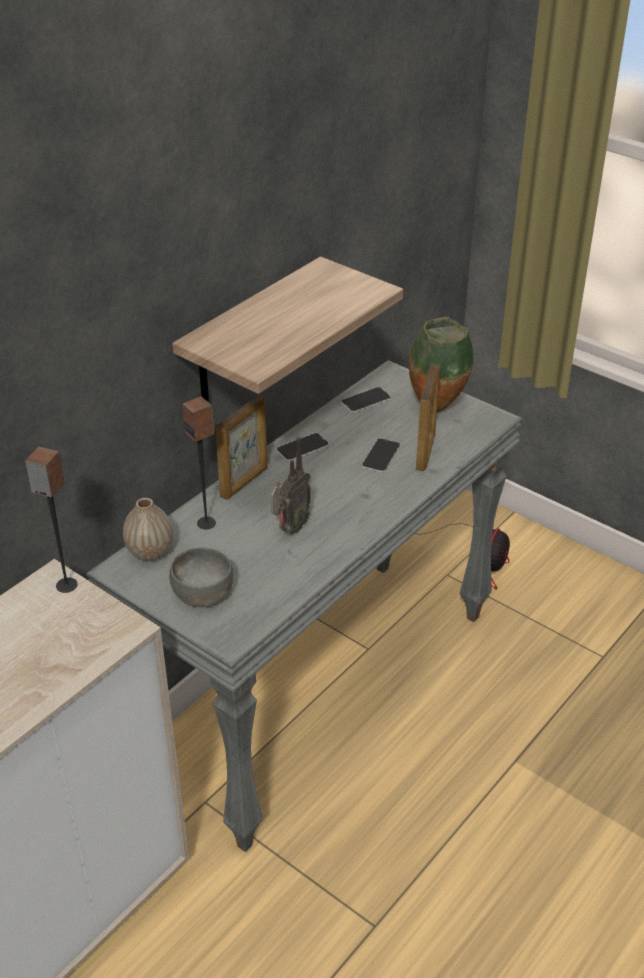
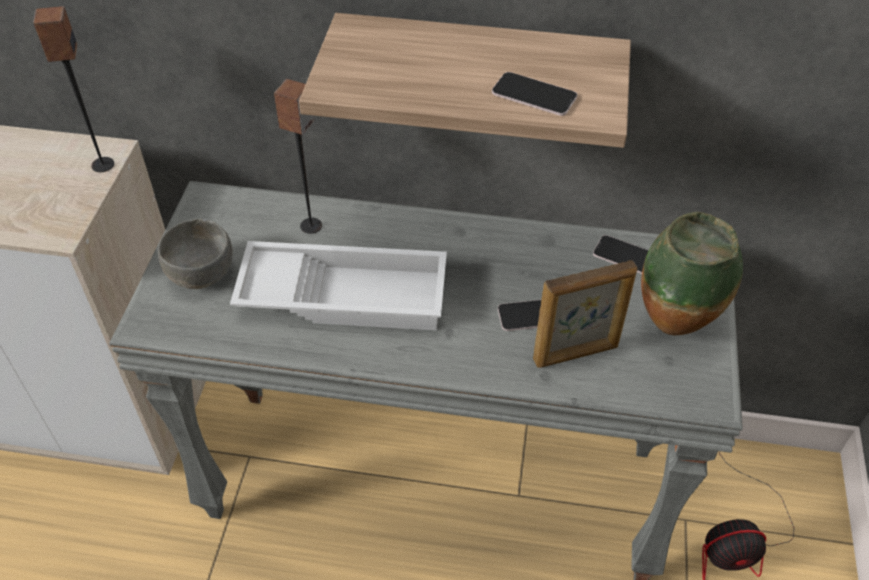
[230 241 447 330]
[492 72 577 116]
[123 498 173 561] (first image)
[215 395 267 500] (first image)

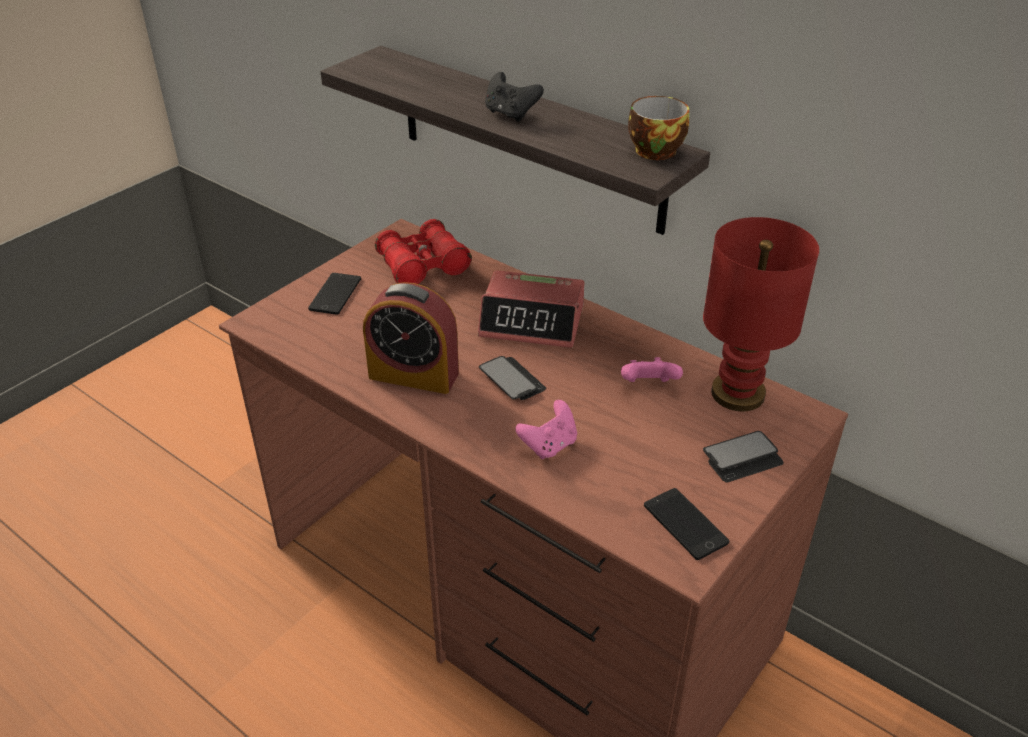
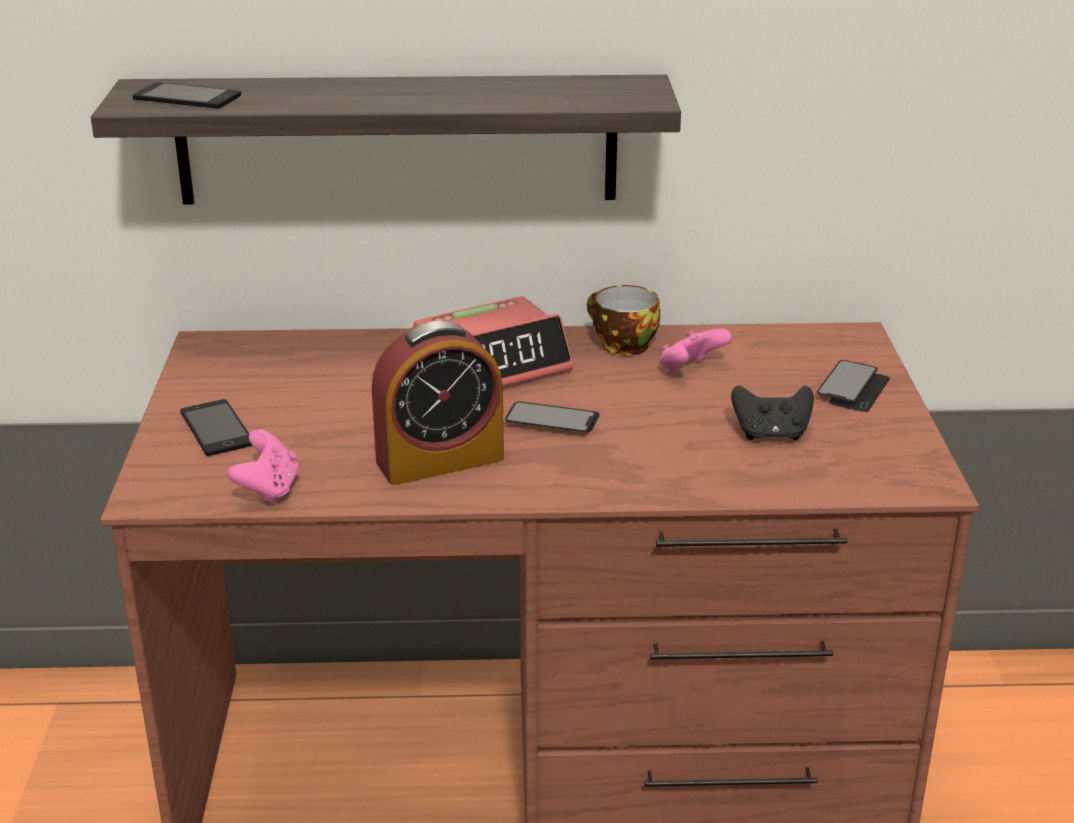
[132 82 241 109]
[227 429 299 504]
[587 285 660 356]
[731 385 814 440]
[375 219 472 284] (first image)
[703 217 819 411] (first image)

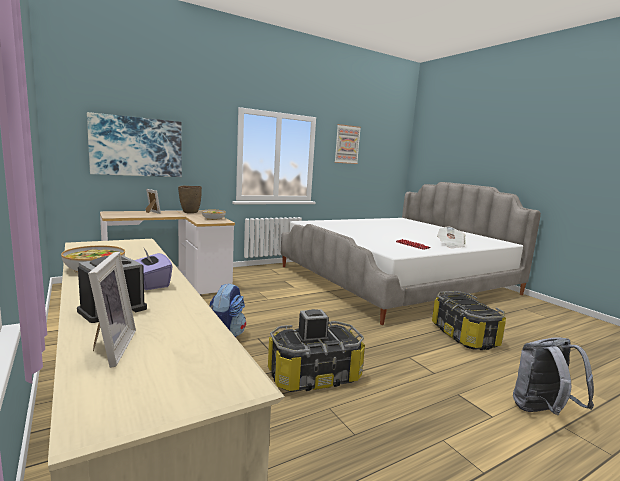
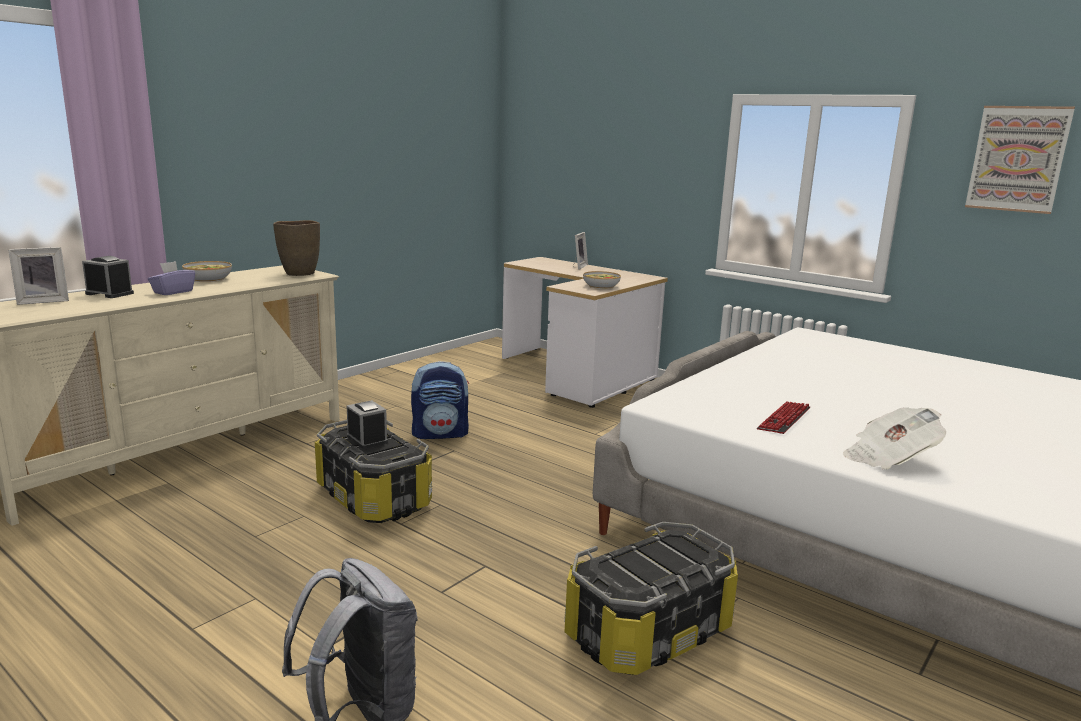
[273 220 320 276]
[87 112 182 177] (first image)

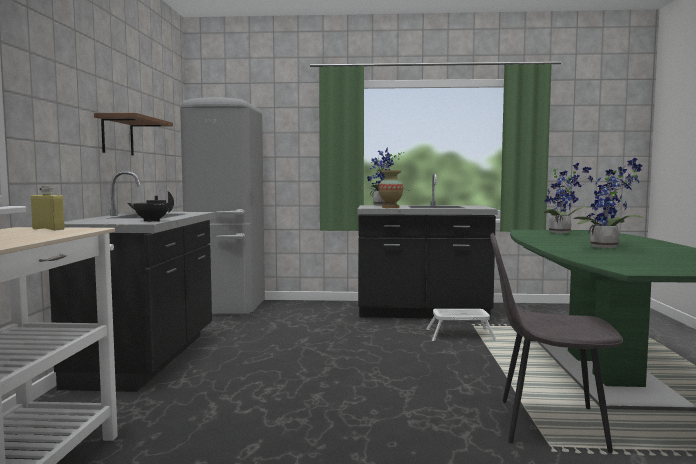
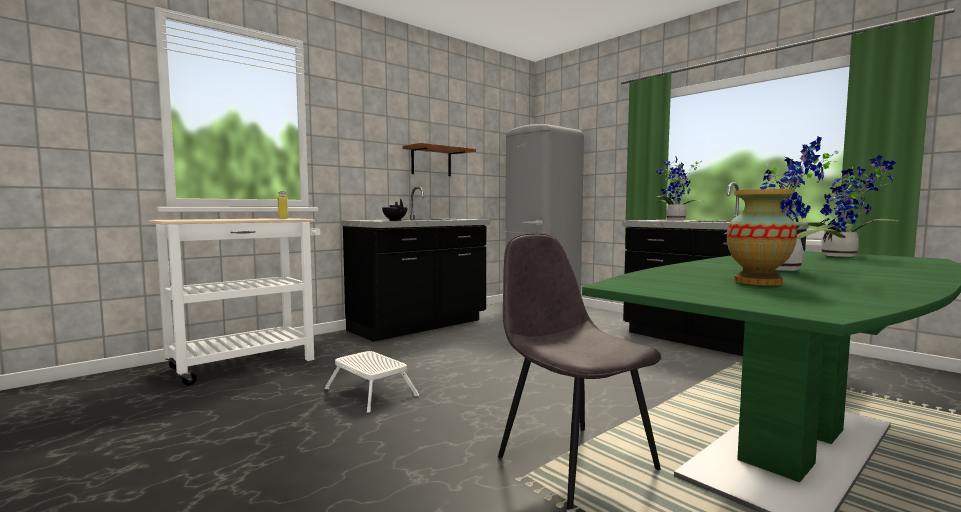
[324 351 419 413]
[727 189 797 285]

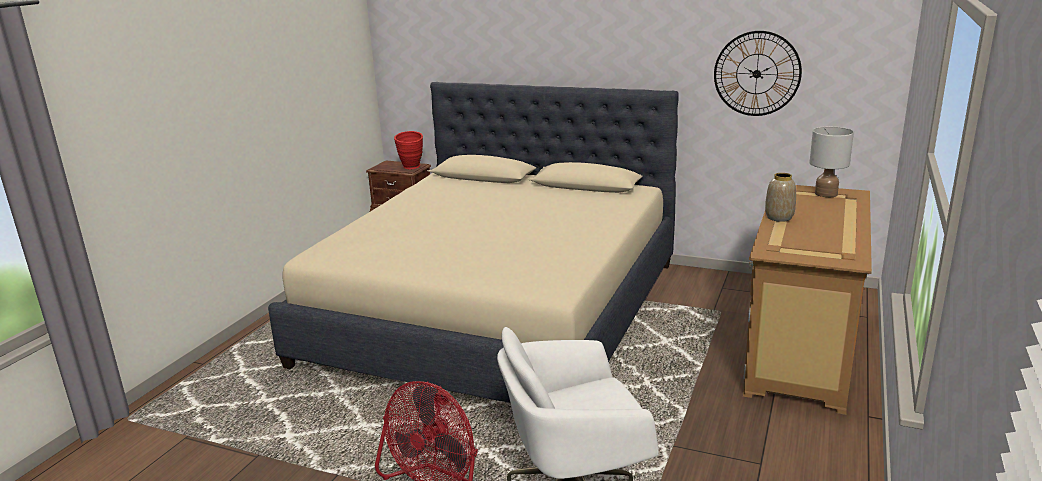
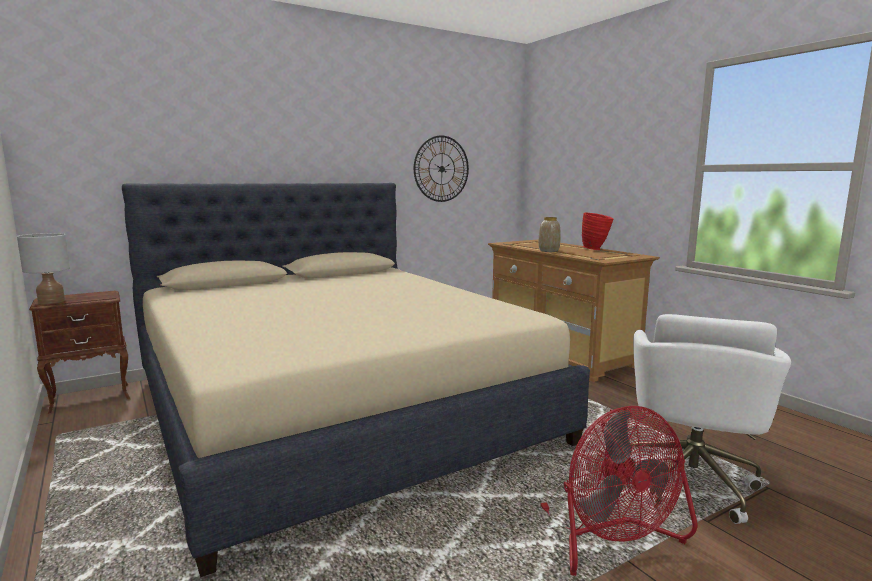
[17 233 70 304]
[582 212 613 250]

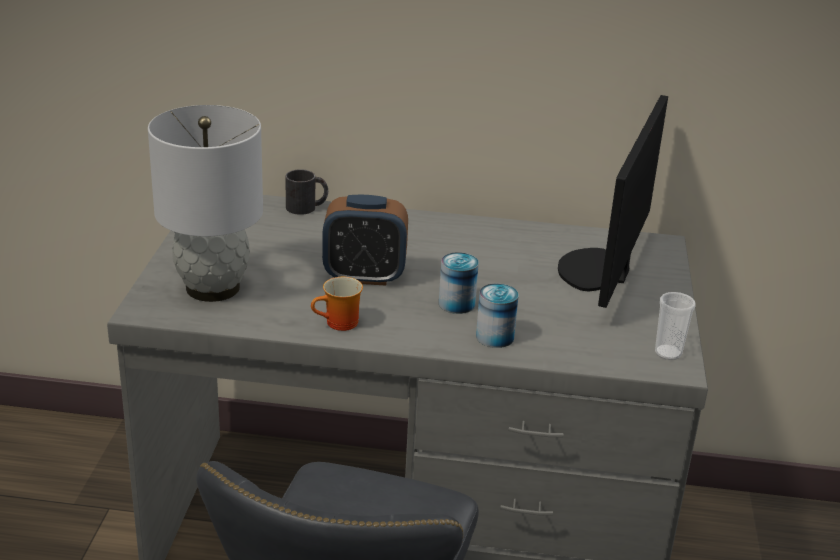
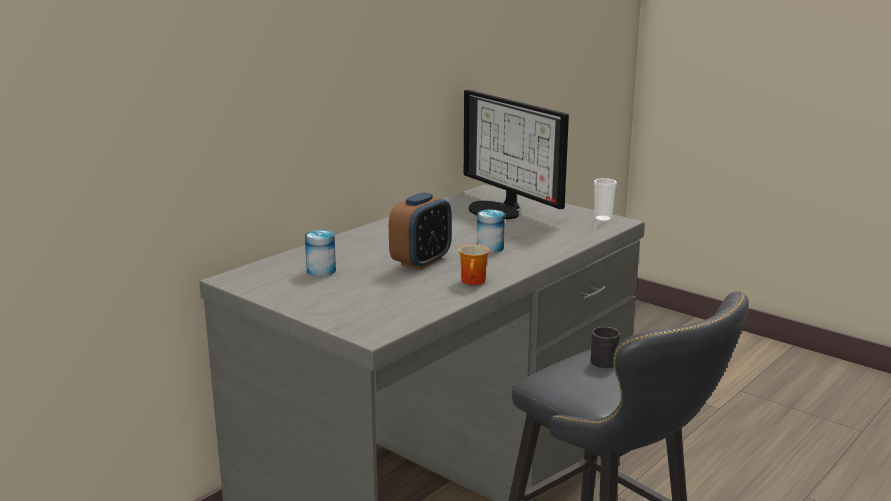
[305 230 336 276]
[590 327 620 368]
[148 105 263 302] (first image)

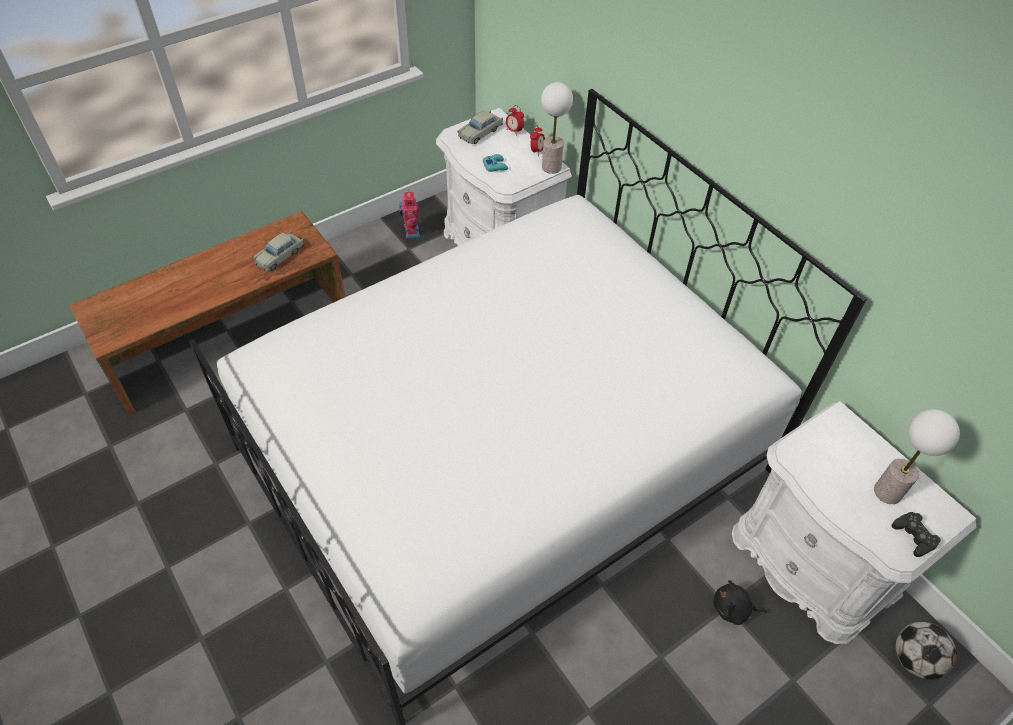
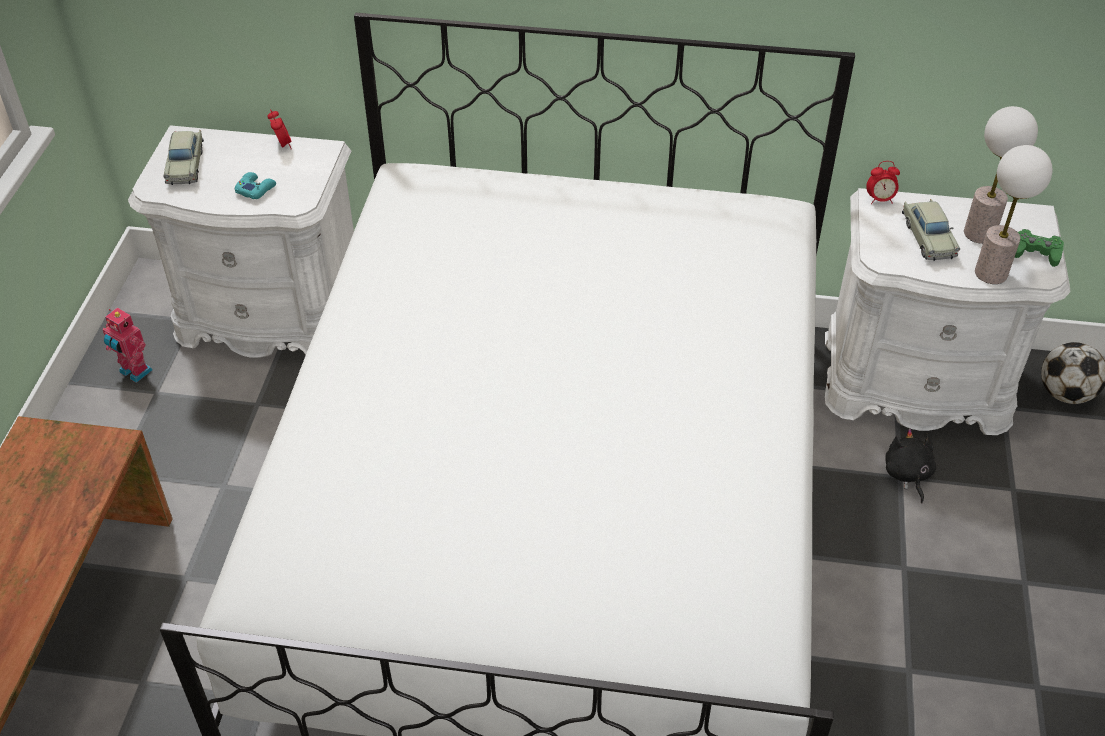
[866 161 900 205]
[885 429 936 503]
[902 199 960 261]
[975 145 1053 284]
[1014 229 1064 267]

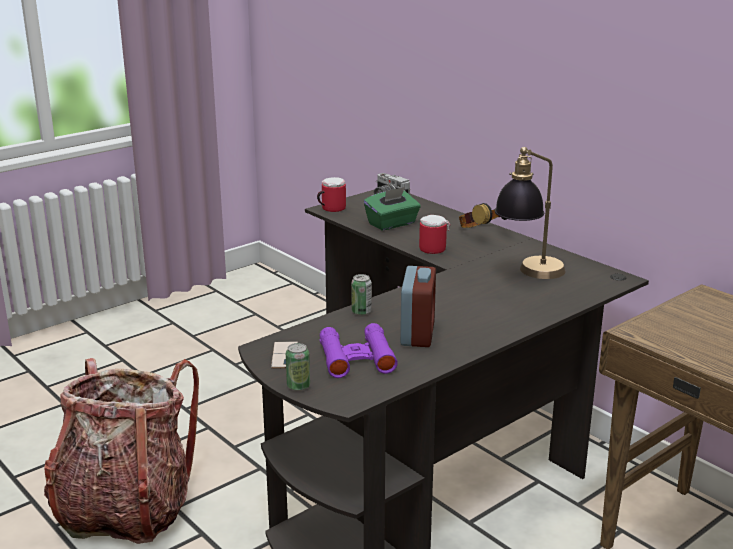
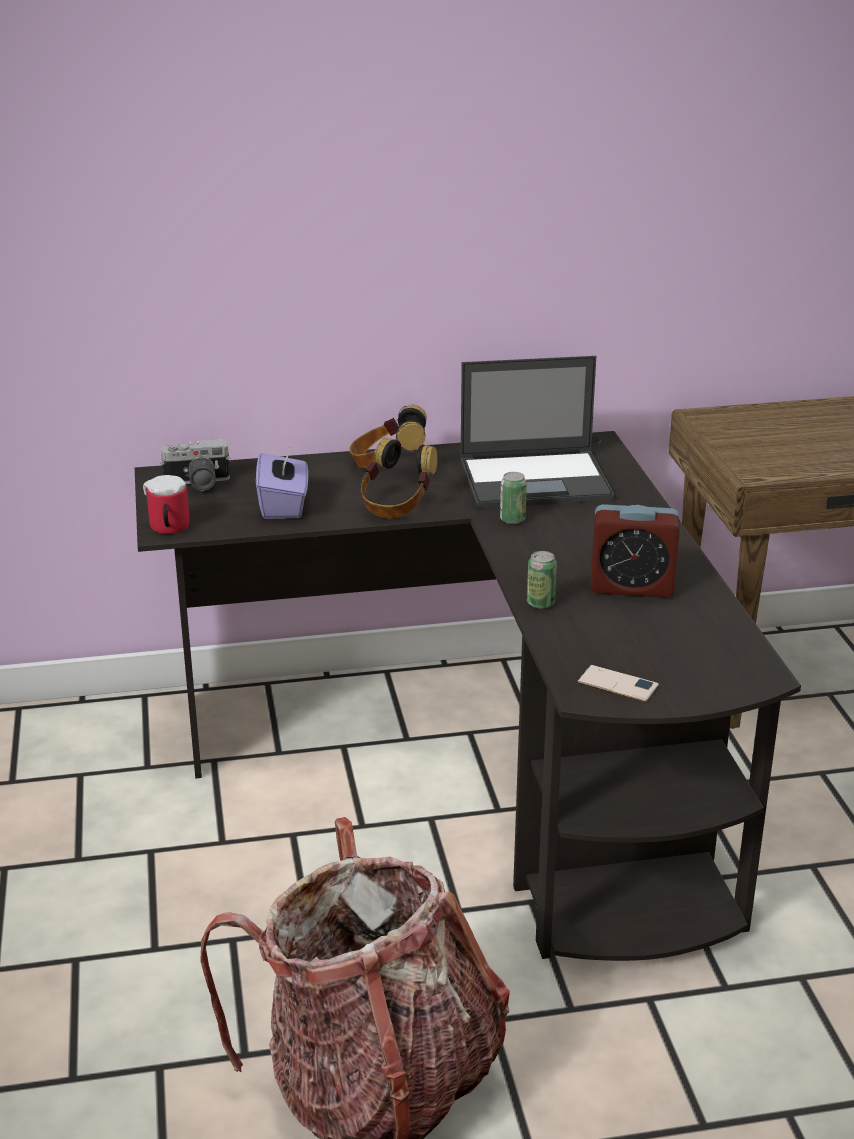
[256 445 308 519]
[361 438 437 519]
[460 356 615 509]
[500 472 527 524]
[590 504 680 598]
[320 323 398 378] (first image)

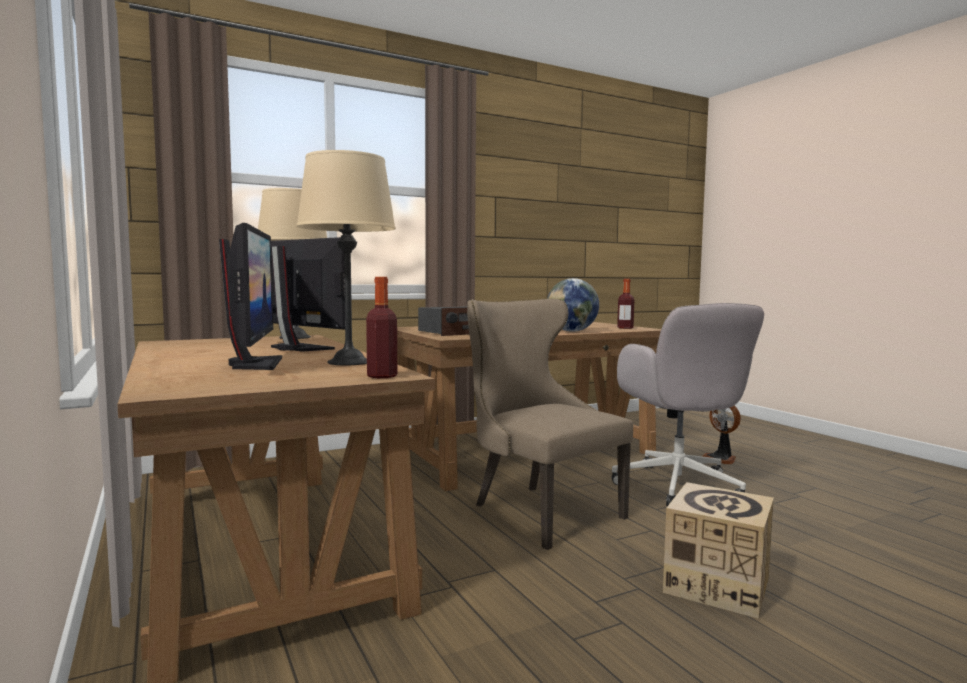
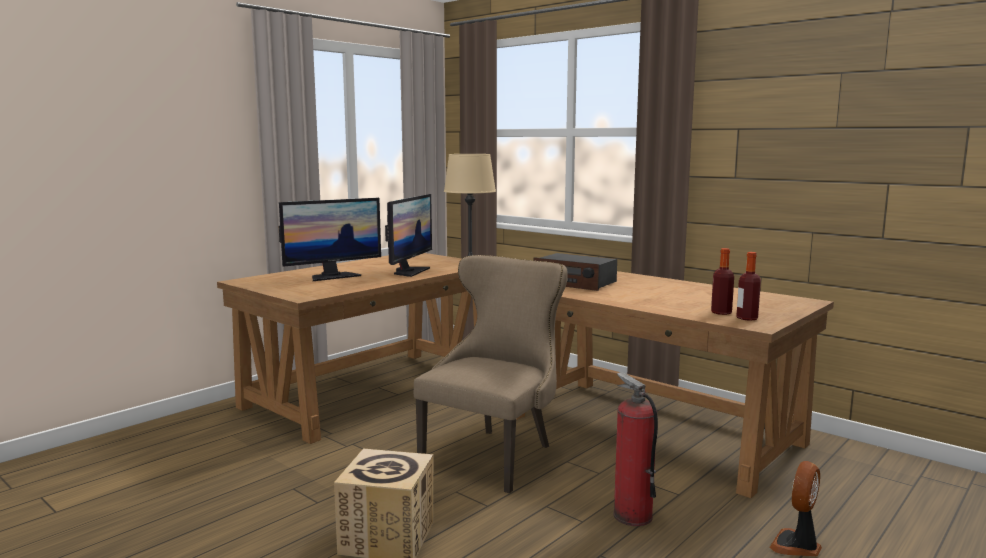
[613 372 658 526]
[711 248 734 315]
[296 150 396 365] (first image)
[547 278 599 332] (first image)

